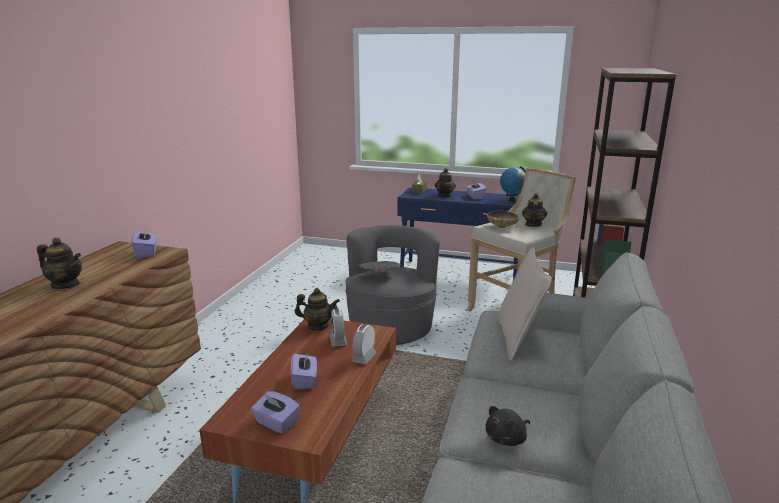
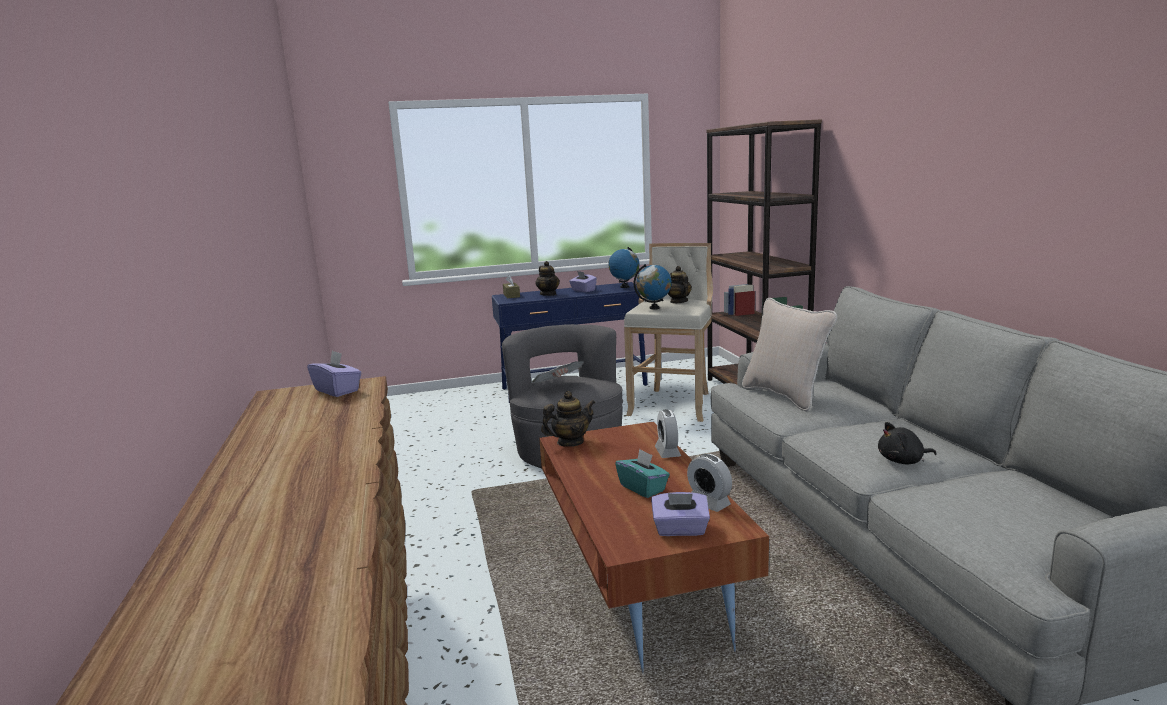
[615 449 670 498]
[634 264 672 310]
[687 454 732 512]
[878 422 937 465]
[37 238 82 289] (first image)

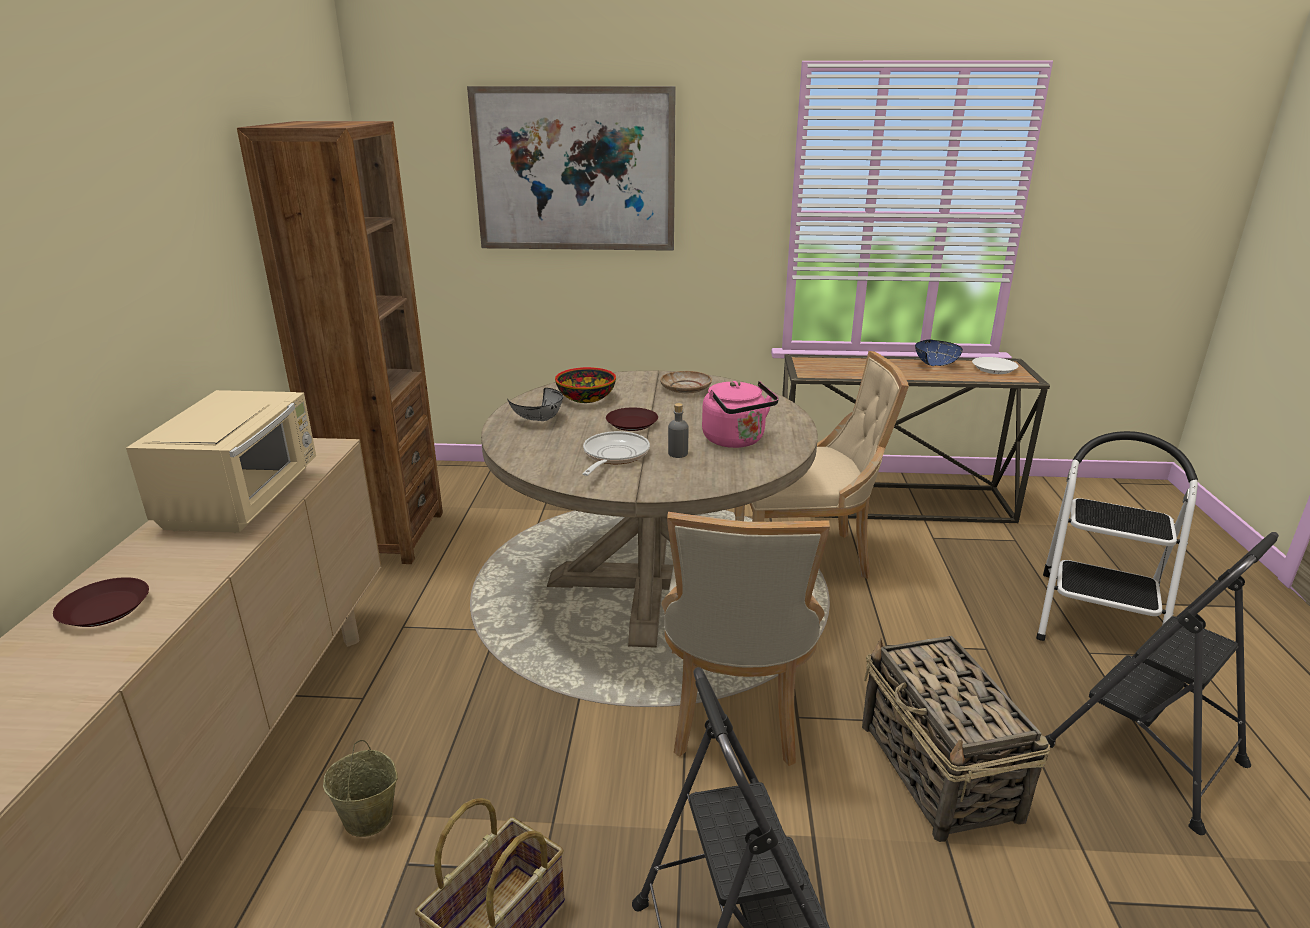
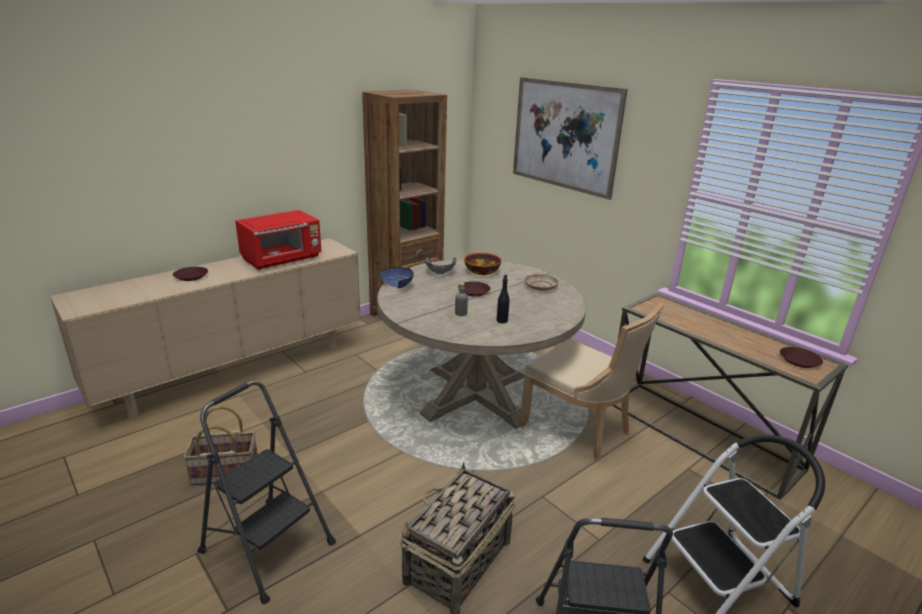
[235 210 322 270]
[379 267 414 289]
[497 274 510 323]
[780 347 823 368]
[323 740 398 837] (first image)
[583 431 650 476] (first image)
[661 512 830 766] (first image)

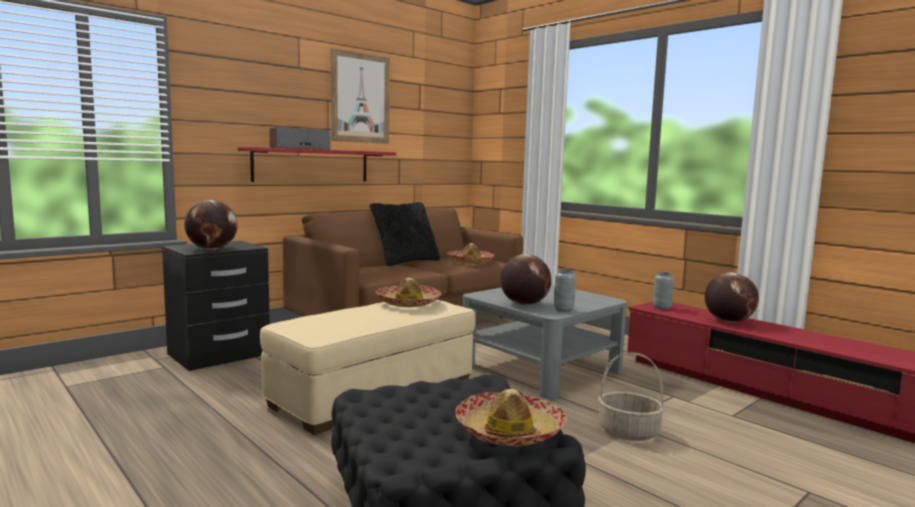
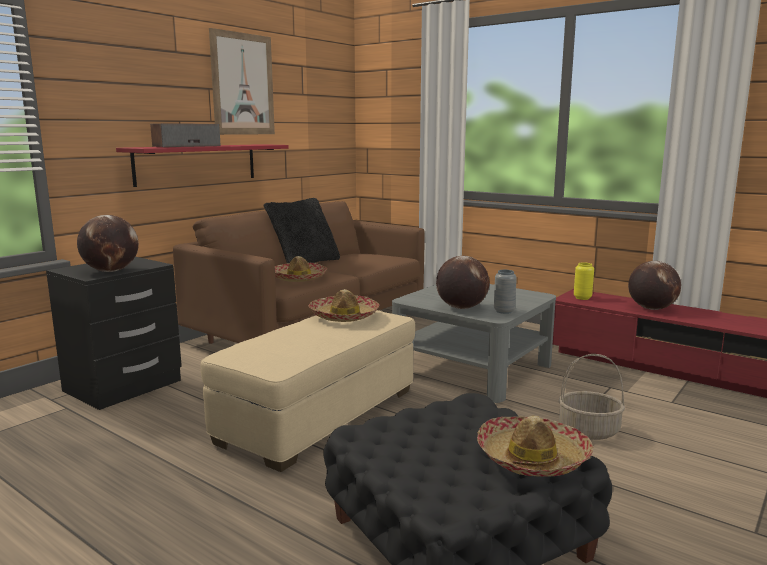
[275 256 327 282]
[574 262 594 300]

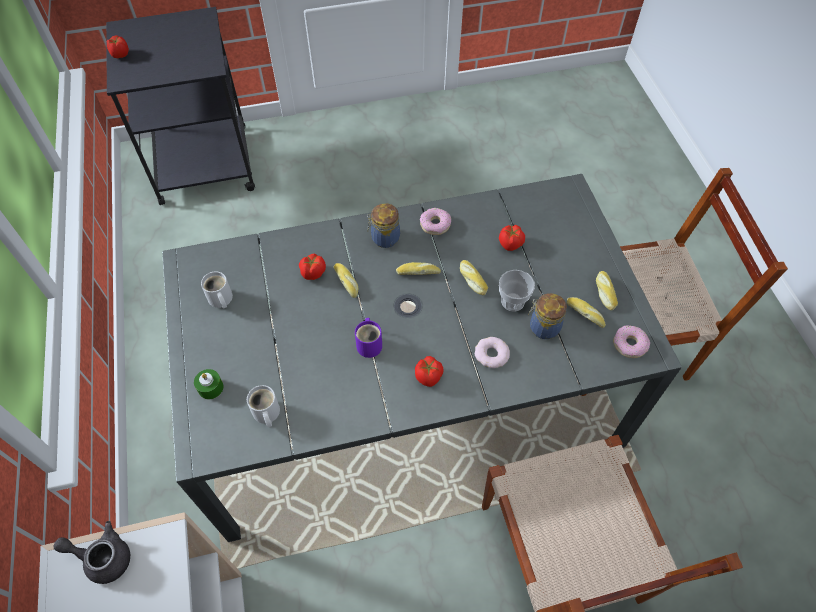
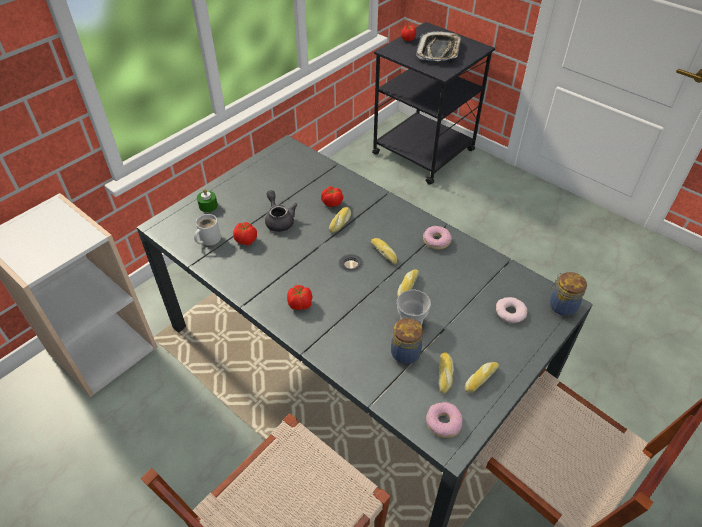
[233 222 257 245]
[265 190 297 232]
[416 31 461 61]
[496 297 527 323]
[550 272 587 316]
[201 271 233 309] (first image)
[355 318 382 358] (first image)

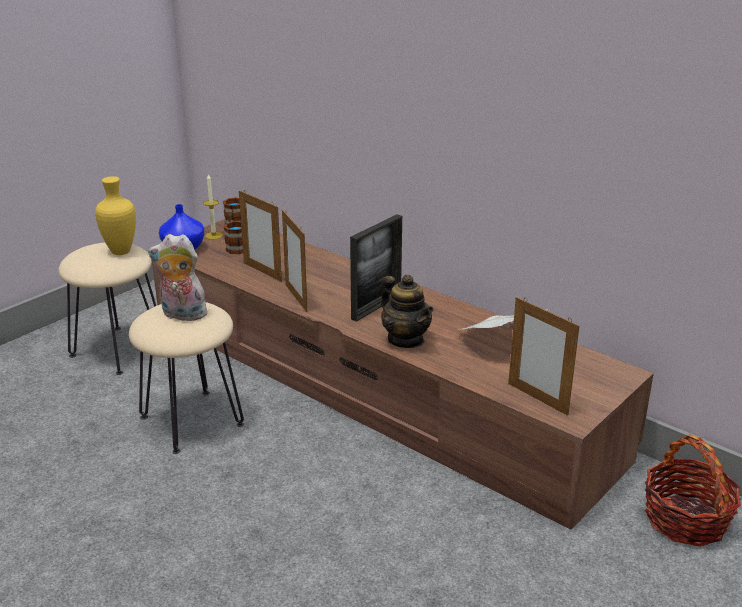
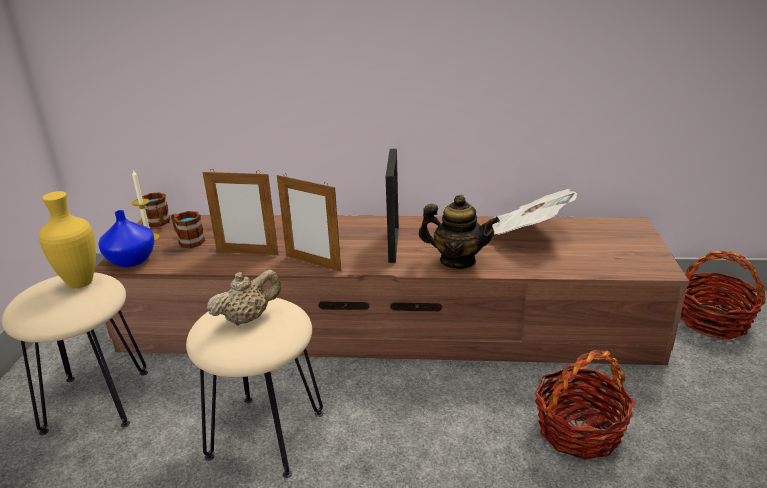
[207 269 281 326]
[535 350 635 460]
[508 297 579 416] (first image)

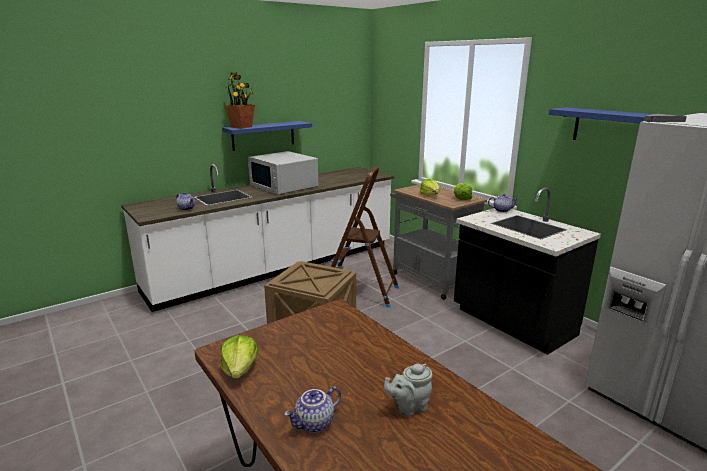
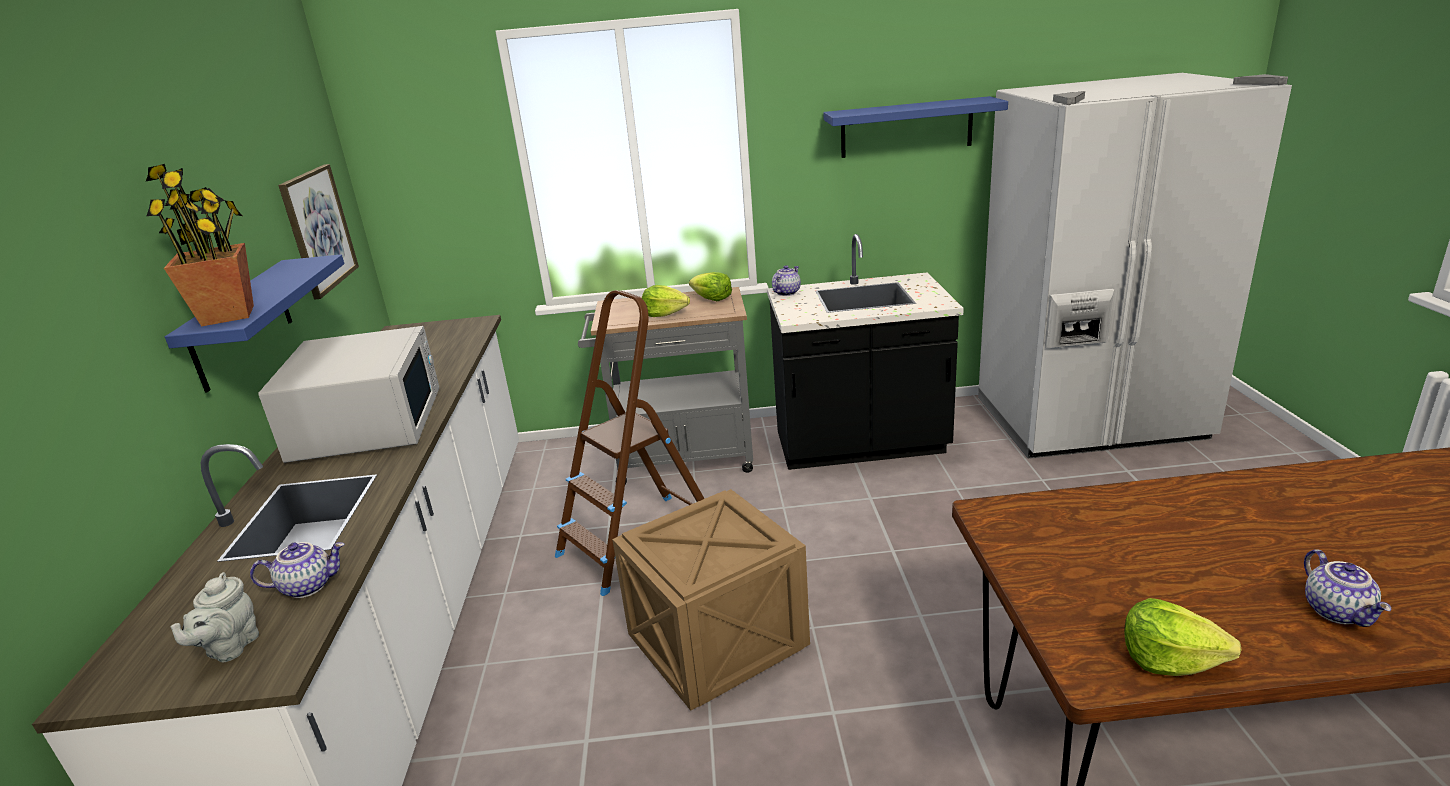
[170 572 259 662]
[258 326 439 463]
[278 164 359 300]

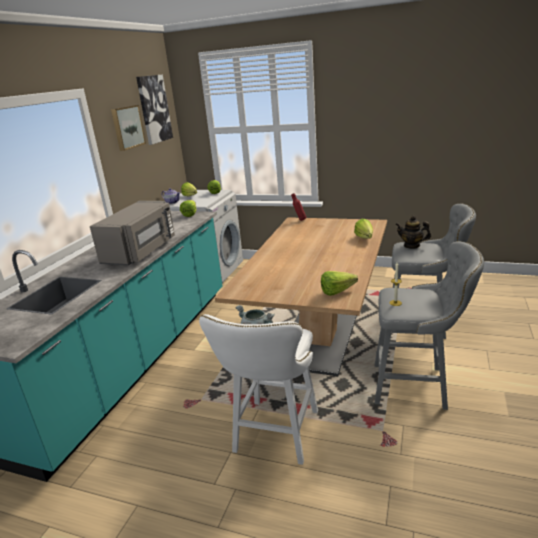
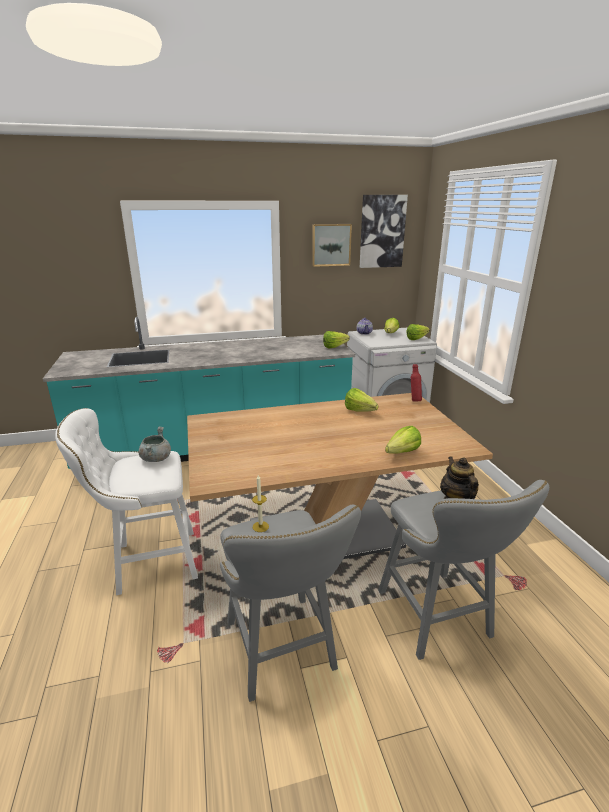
[345 388 379 412]
[90 201 175 266] (first image)

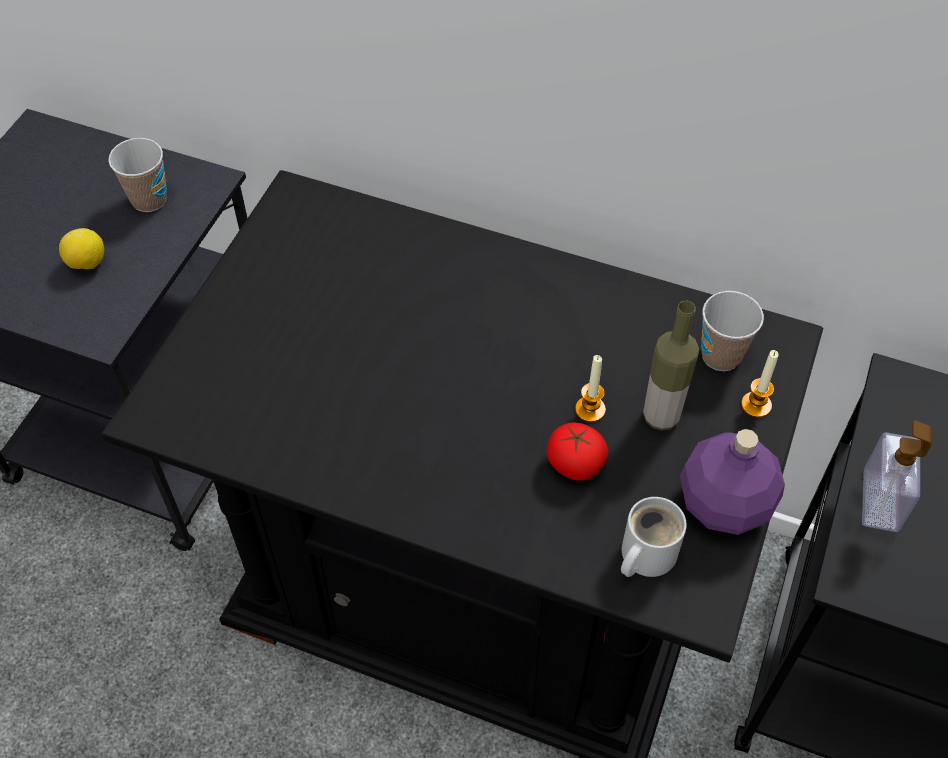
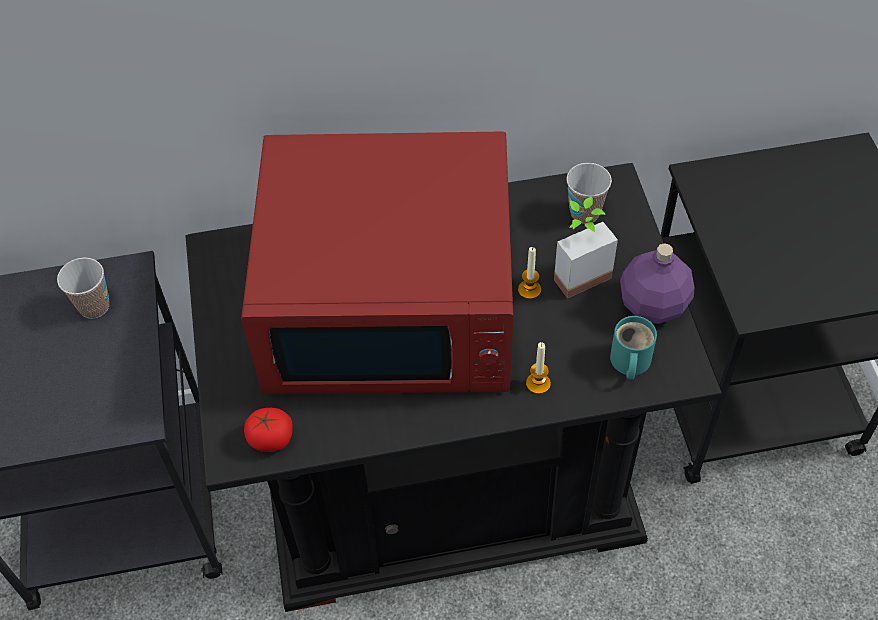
[241 132 513 394]
[244 408 293 452]
[526 342 551 394]
[554 197 618 298]
[610 316 657 379]
[59 228 104 269] (first image)
[862 421 932 532] (first image)

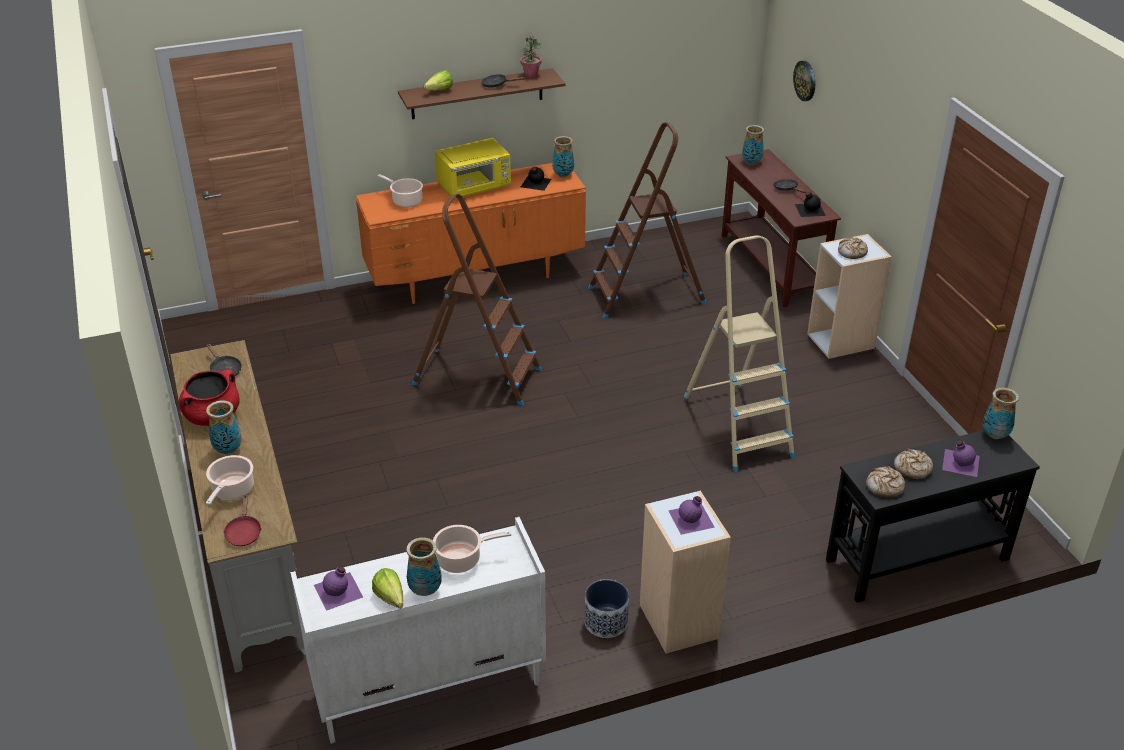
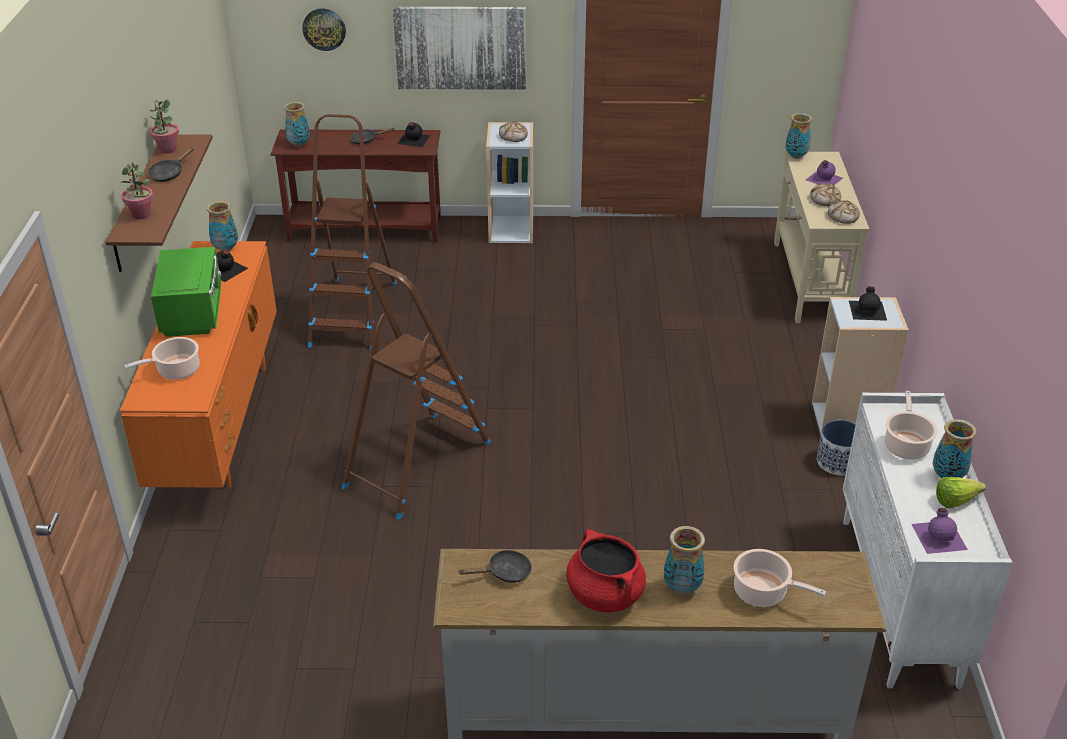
[121 163 153 220]
[151 247 221 337]
[393 7 526 90]
[774 152 869 323]
[849 286 887 321]
[223 495 262 546] (first image)
[683 235 795 472] (first image)

